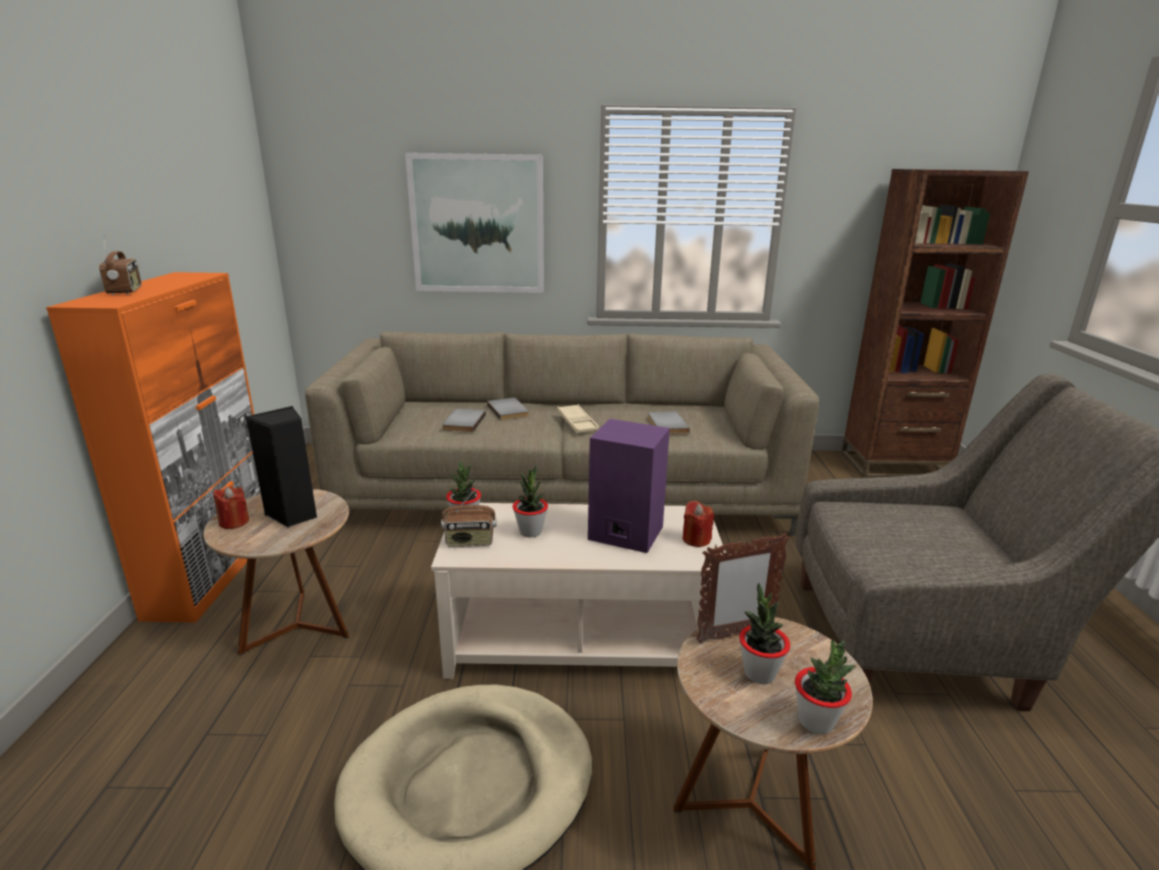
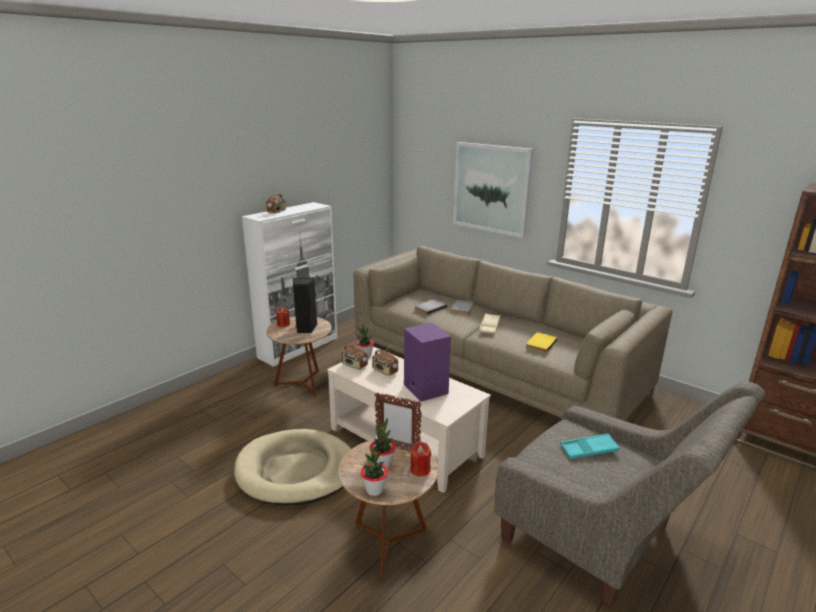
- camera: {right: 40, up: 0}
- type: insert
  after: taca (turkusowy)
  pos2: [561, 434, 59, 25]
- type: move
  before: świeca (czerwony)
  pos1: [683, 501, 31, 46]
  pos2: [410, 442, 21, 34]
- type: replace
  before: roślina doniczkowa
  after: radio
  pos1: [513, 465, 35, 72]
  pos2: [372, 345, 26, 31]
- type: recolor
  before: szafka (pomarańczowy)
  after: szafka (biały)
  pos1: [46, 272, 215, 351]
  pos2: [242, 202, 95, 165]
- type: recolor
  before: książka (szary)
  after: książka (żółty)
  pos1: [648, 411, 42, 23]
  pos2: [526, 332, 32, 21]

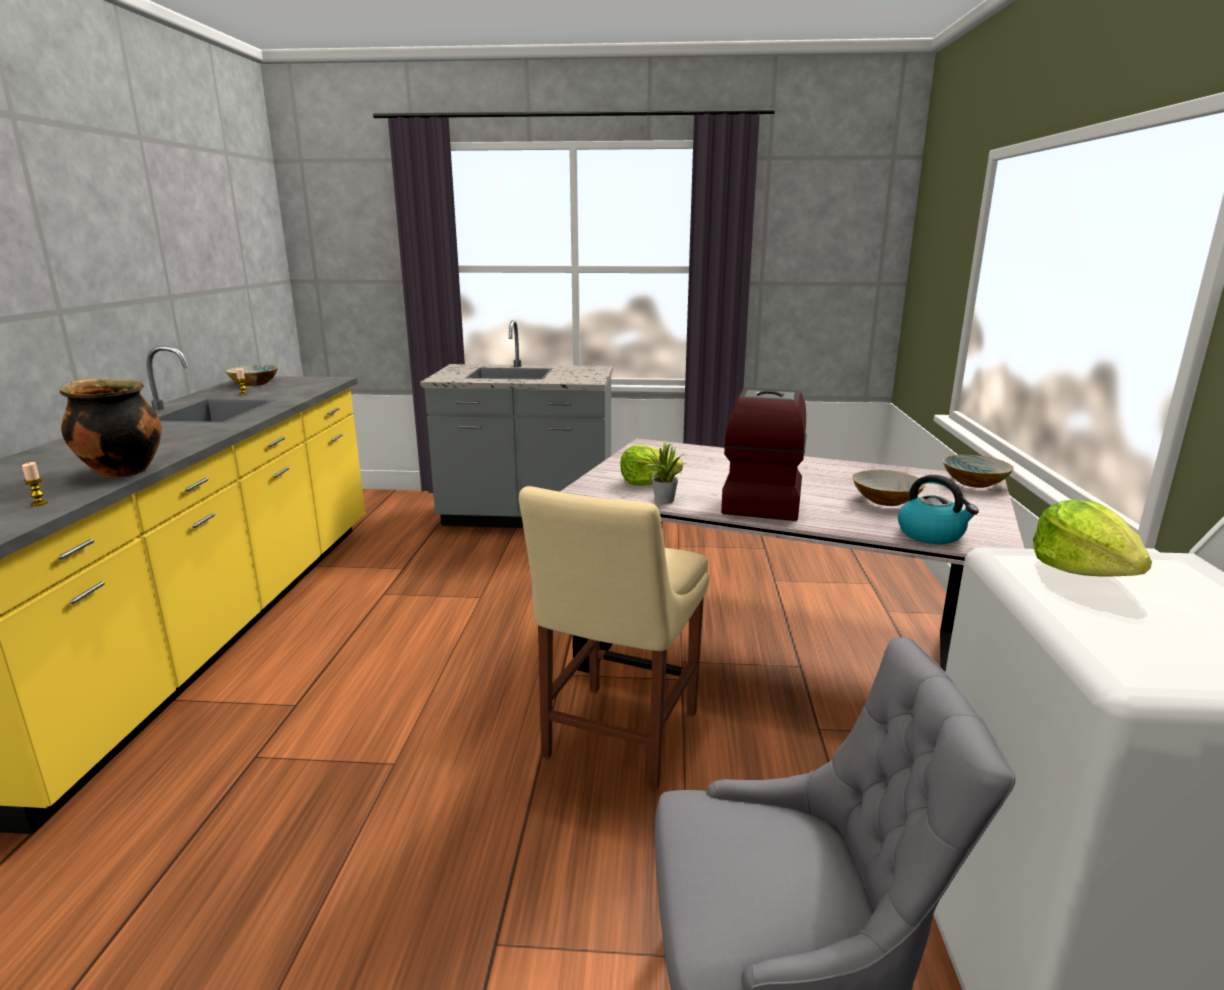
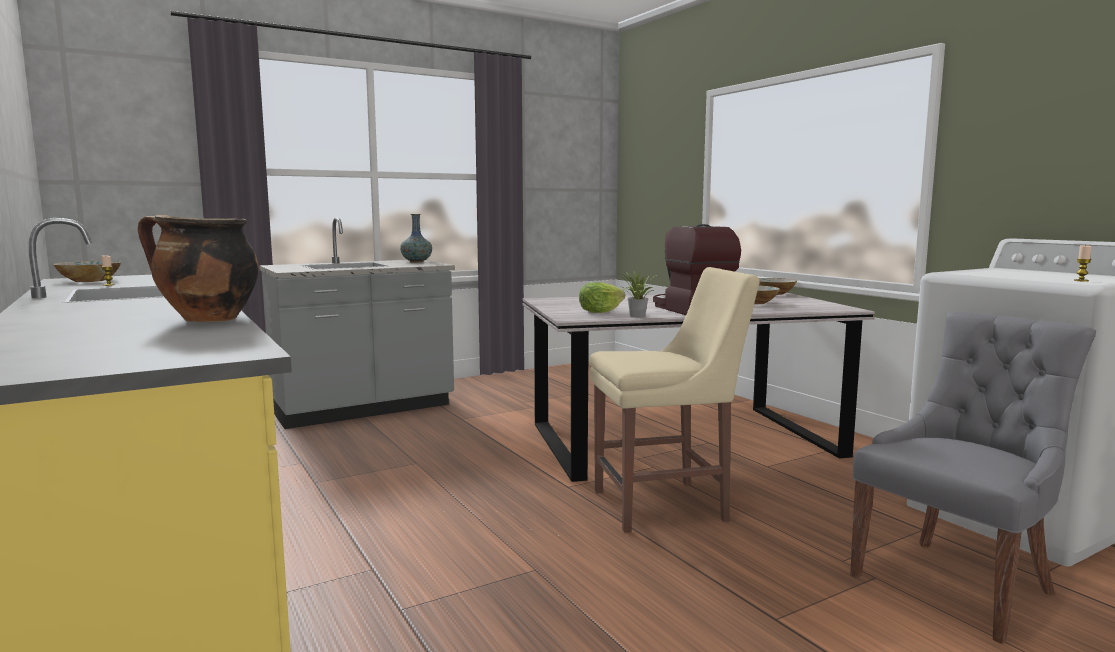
- camera: {right: -35, up: -10}
- type: delete
  before: czajnik
  pos1: [898, 475, 81, 69]
- type: delete
  before: sałata
  pos1: [1033, 500, 119, 76]
- type: insert
  after: wazon
  pos2: [400, 214, 32, 48]
- type: move
  before: świeca
  pos1: [22, 462, 26, 44]
  pos2: [1074, 245, 18, 37]
- type: rotate
  before: krzesło (beżowy)
  pos1: [519, 486, 190, 303]
  pos2: [589, 267, 171, 266]
  turn: -90

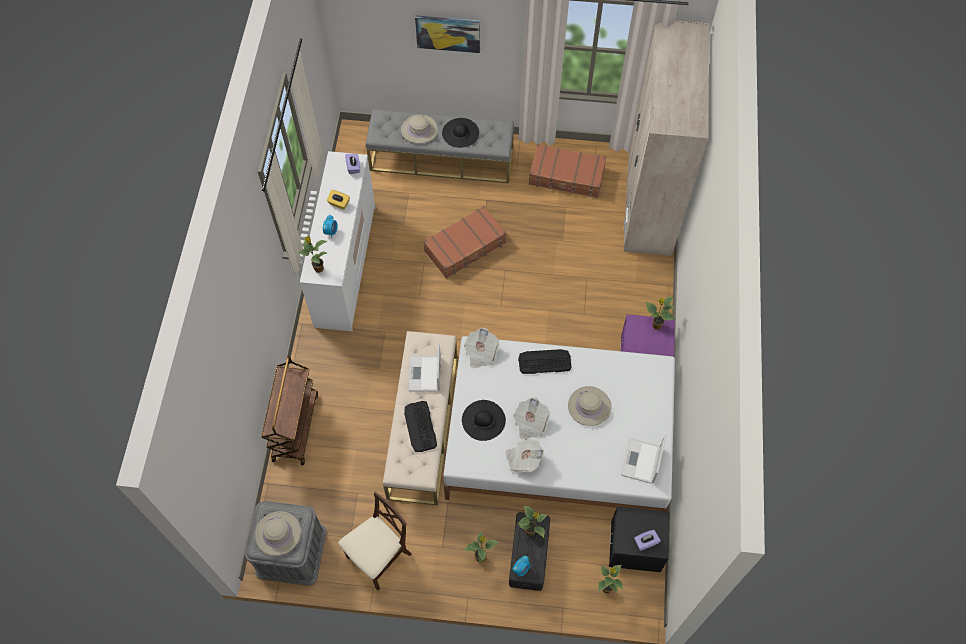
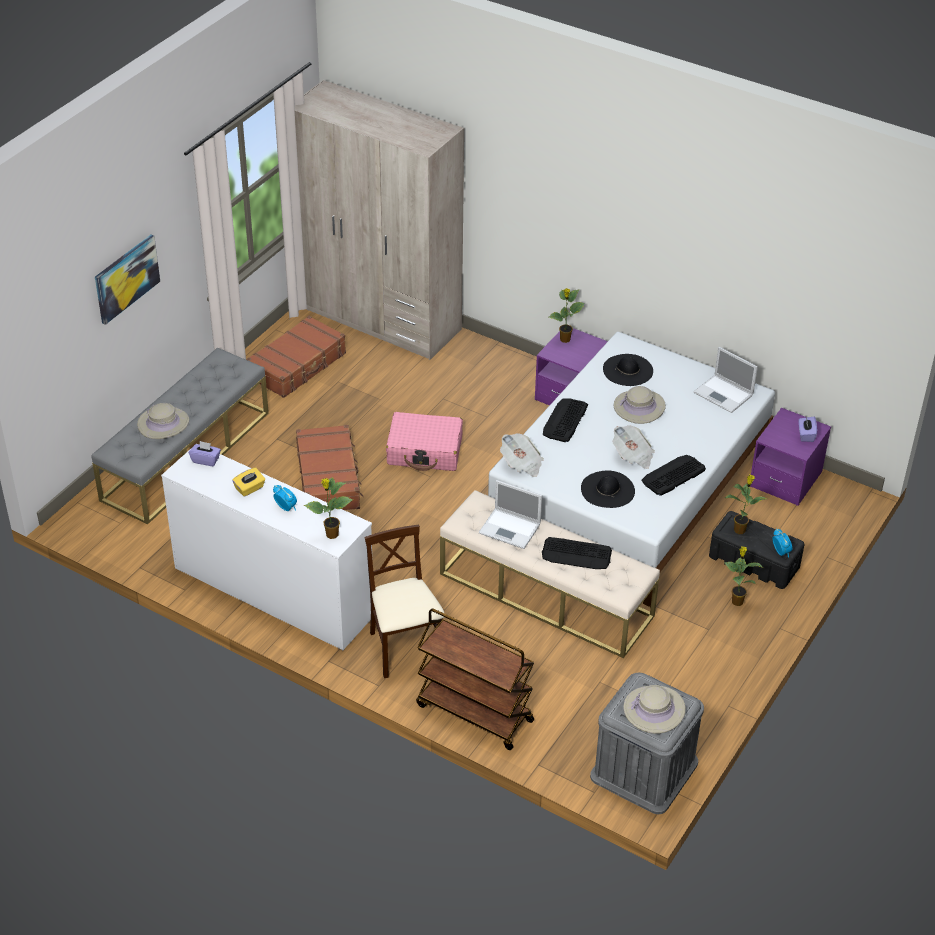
- camera: {right: -65, up: -20}
- type: delete
  before: roślina doniczkowa
  pos1: [598, 564, 25, 29]
- type: insert
  after: walizka (różowy)
  pos2: [386, 412, 77, 59]
- type: move
  before: krzesło (beżowy)
  pos1: [338, 492, 74, 99]
  pos2: [365, 525, 80, 154]
- type: move
  before: kapelusz (czarny)
  pos1: [442, 118, 37, 30]
  pos2: [603, 354, 50, 32]
- type: replace
  before: gazeta
  after: klawiatura
  pos1: [506, 439, 38, 34]
  pos2: [641, 455, 65, 41]
- type: recolor
  before: szafka nocna (czarny)
  after: szafka nocna (fioletowy)
  pos1: [609, 507, 61, 65]
  pos2: [750, 408, 81, 98]

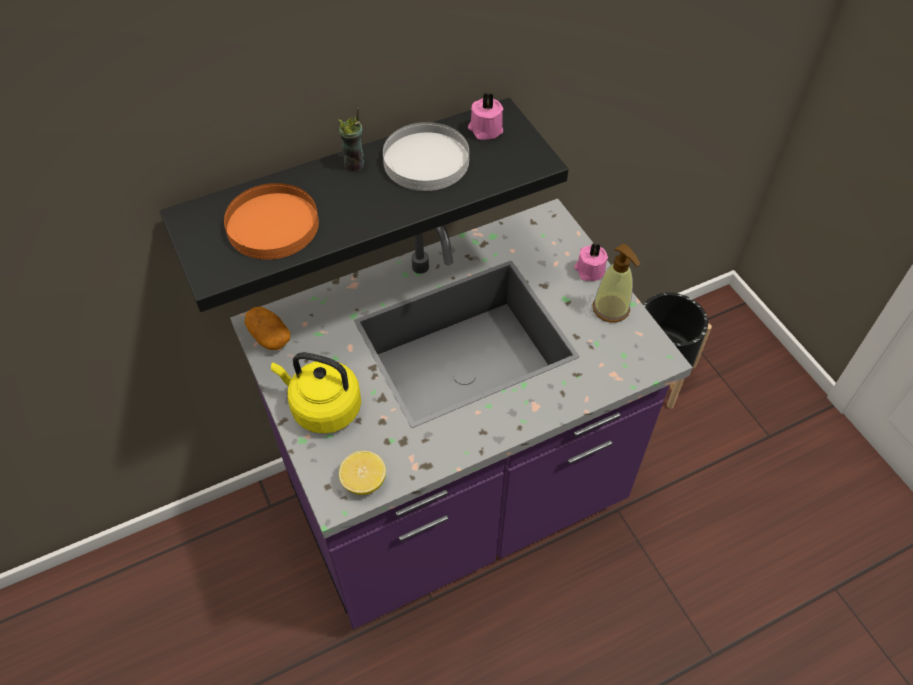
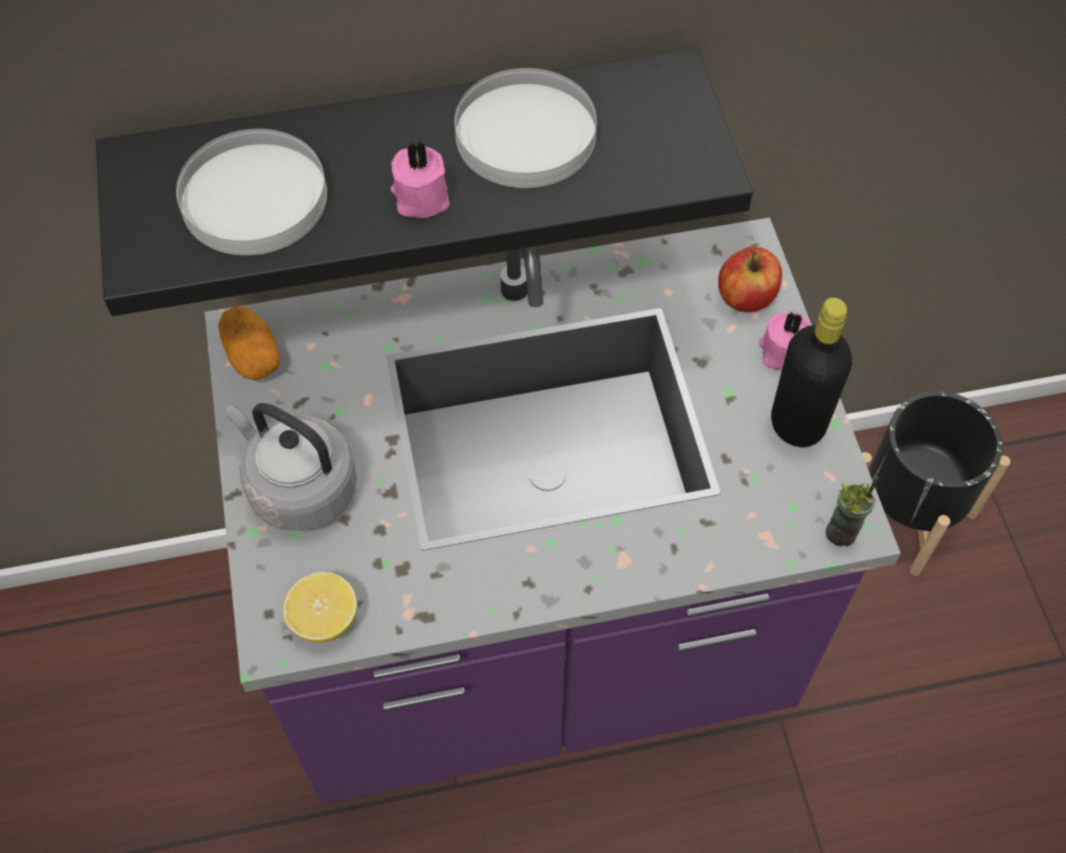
- camera: {right: 15, up: 5}
- type: insert
  after: jabłko
  pos2: [718, 247, 64, 65]
- type: move
  before: filiżanka
  pos1: [339, 108, 25, 63]
  pos2: [826, 477, 52, 70]
- type: move
  before: świeca (różowy)
  pos1: [468, 92, 35, 48]
  pos2: [391, 141, 59, 77]
- type: replace
  before: dozownik mydła
  after: butelka (czarny)
  pos1: [592, 244, 48, 78]
  pos2: [771, 298, 81, 149]
- type: recolor
  before: talerz (pomarańczowy)
  after: talerz (biały)
  pos1: [224, 183, 95, 77]
  pos2: [176, 129, 151, 126]
- type: recolor
  before: czajnik (żółty)
  after: czajnik (szary)
  pos1: [271, 352, 90, 82]
  pos2: [226, 403, 131, 128]

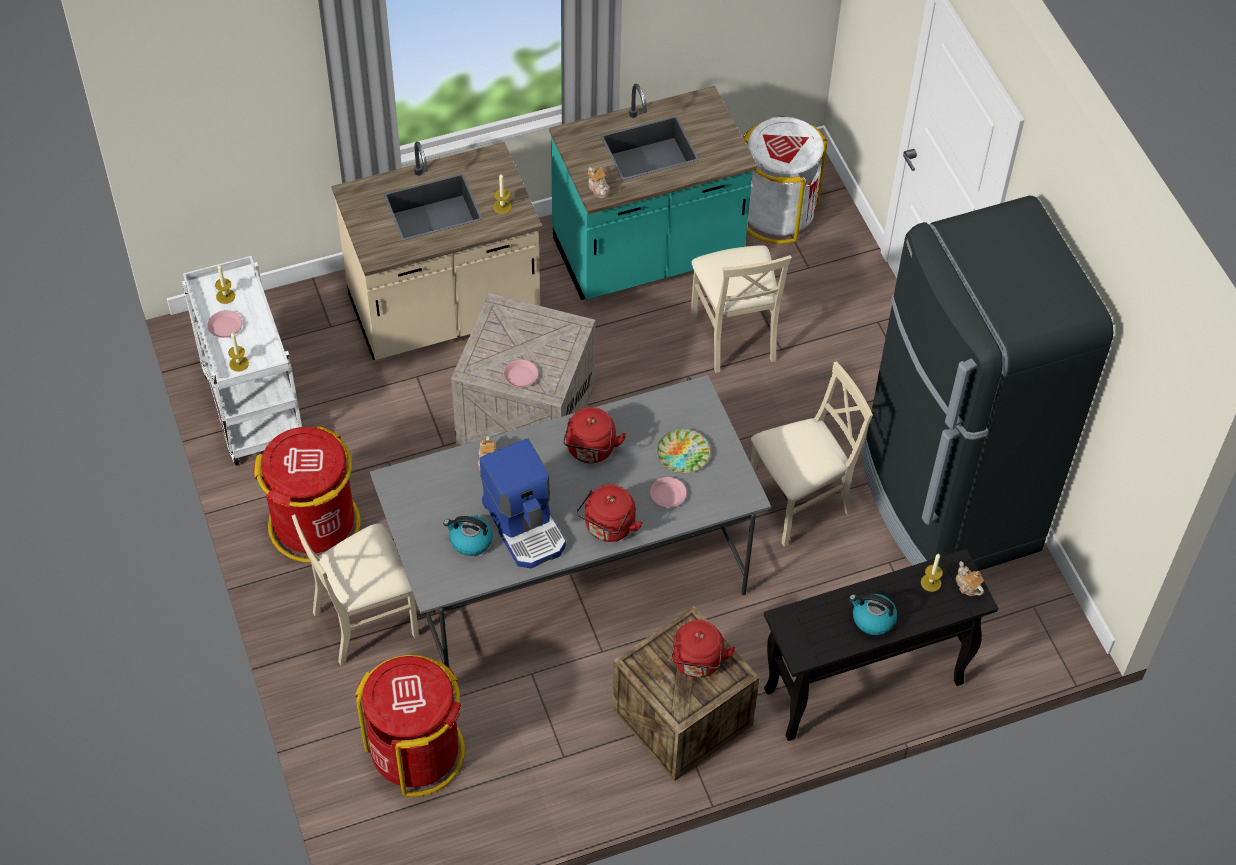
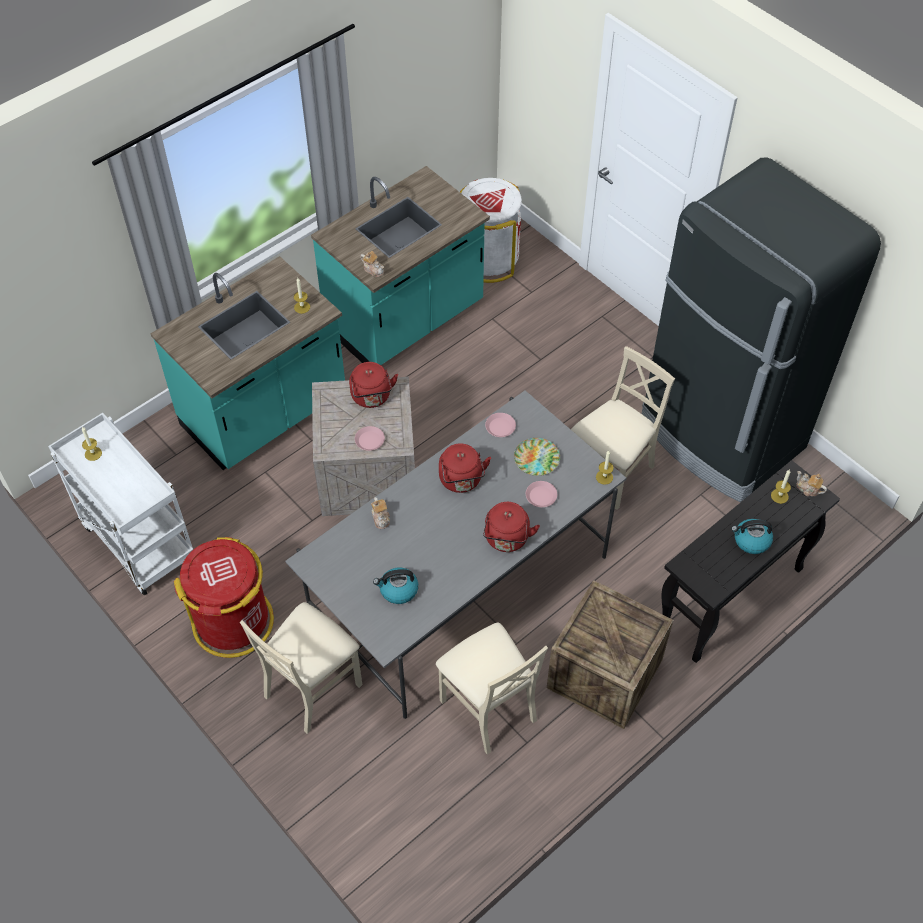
- camera: {right: -20, up: 0}
- type: delete
  before: kosz na śmieci (czerwony)
  pos1: [355, 655, 110, 142]
- type: delete
  before: ekspres do kawy
  pos1: [480, 438, 86, 130]
- type: move
  before: talerz (różowy)
  pos1: [207, 310, 35, 28]
  pos2: [485, 413, 31, 24]
- type: move
  before: świeca
  pos1: [228, 332, 21, 40]
  pos2: [596, 451, 18, 34]
- type: move
  before: czajnik (czerwony)
  pos1: [671, 620, 65, 58]
  pos2: [349, 362, 49, 46]
- type: move
  before: krzesło (beżowy)
  pos1: [691, 245, 101, 128]
  pos2: [436, 622, 112, 133]
- type: recolor
  before: zabudowa kuchenna (beżowy)
  after: zabudowa kuchenna (turkusowy)
  pos1: [332, 142, 210, 218]
  pos2: [151, 256, 194, 214]

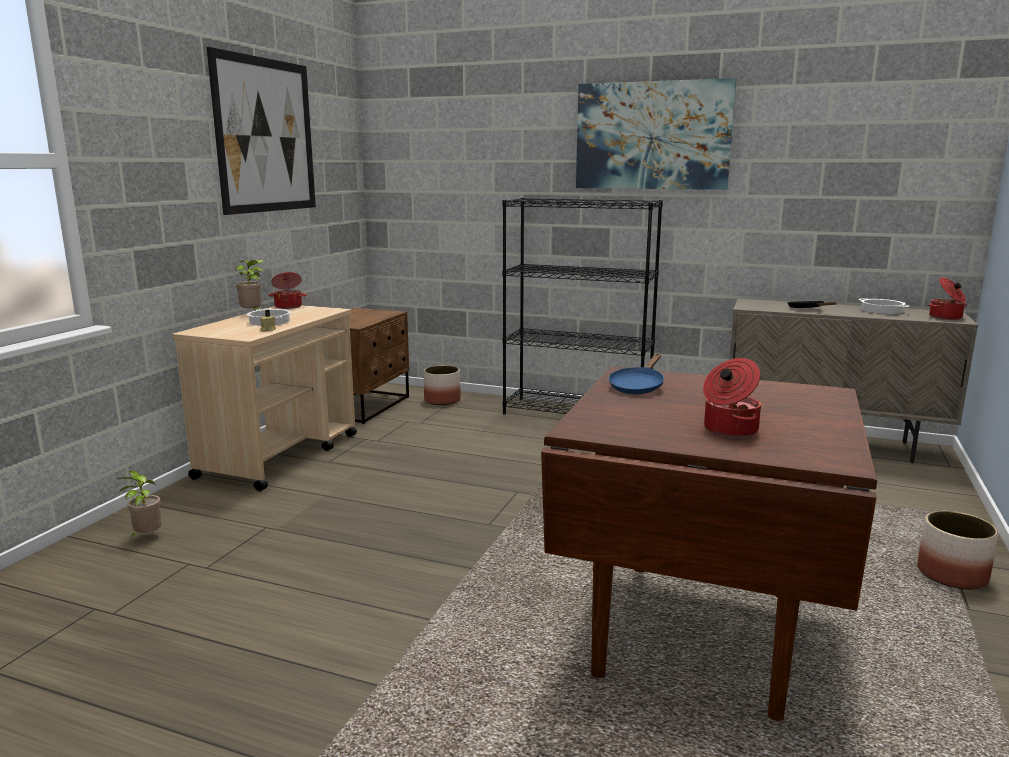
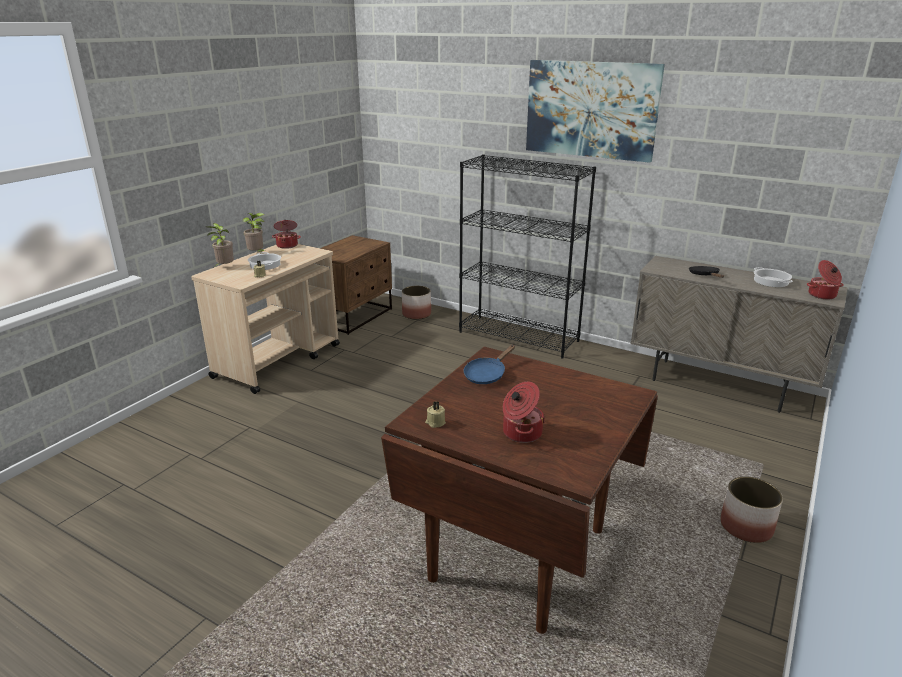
- camera: {right: 10, up: 10}
- type: delete
  before: obraz
  pos1: [207, 47, 109, 168]
- type: insert
  after: świeca (beżowy)
  pos2: [425, 401, 21, 27]
- type: move
  before: roślina doniczkowa
  pos1: [116, 471, 46, 67]
  pos2: [206, 223, 28, 43]

